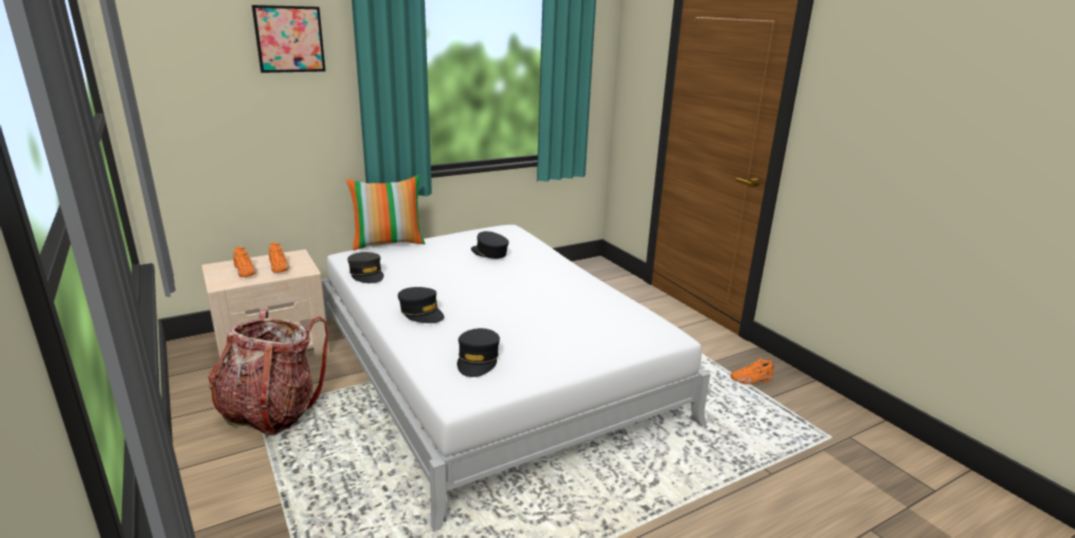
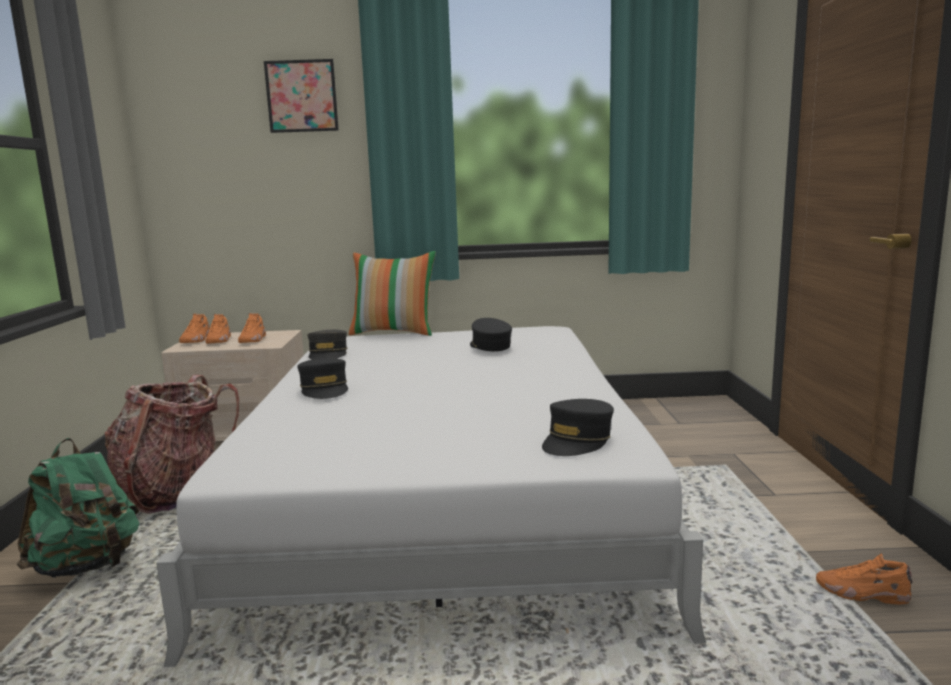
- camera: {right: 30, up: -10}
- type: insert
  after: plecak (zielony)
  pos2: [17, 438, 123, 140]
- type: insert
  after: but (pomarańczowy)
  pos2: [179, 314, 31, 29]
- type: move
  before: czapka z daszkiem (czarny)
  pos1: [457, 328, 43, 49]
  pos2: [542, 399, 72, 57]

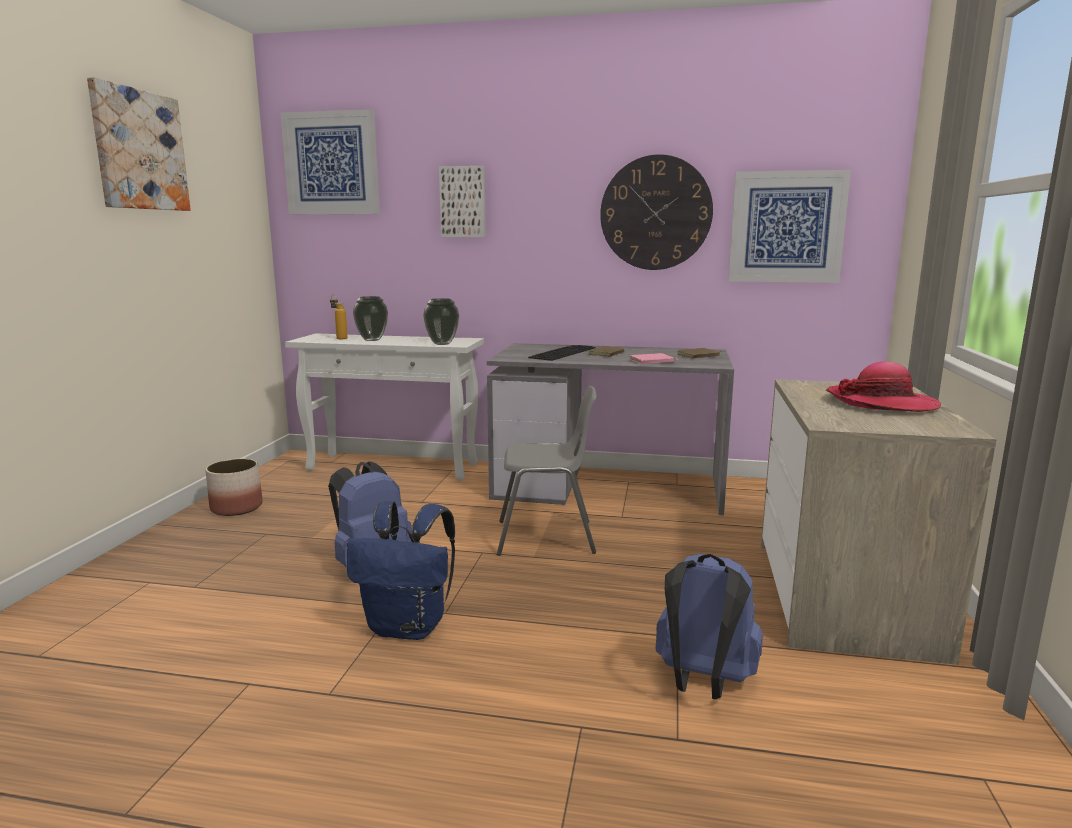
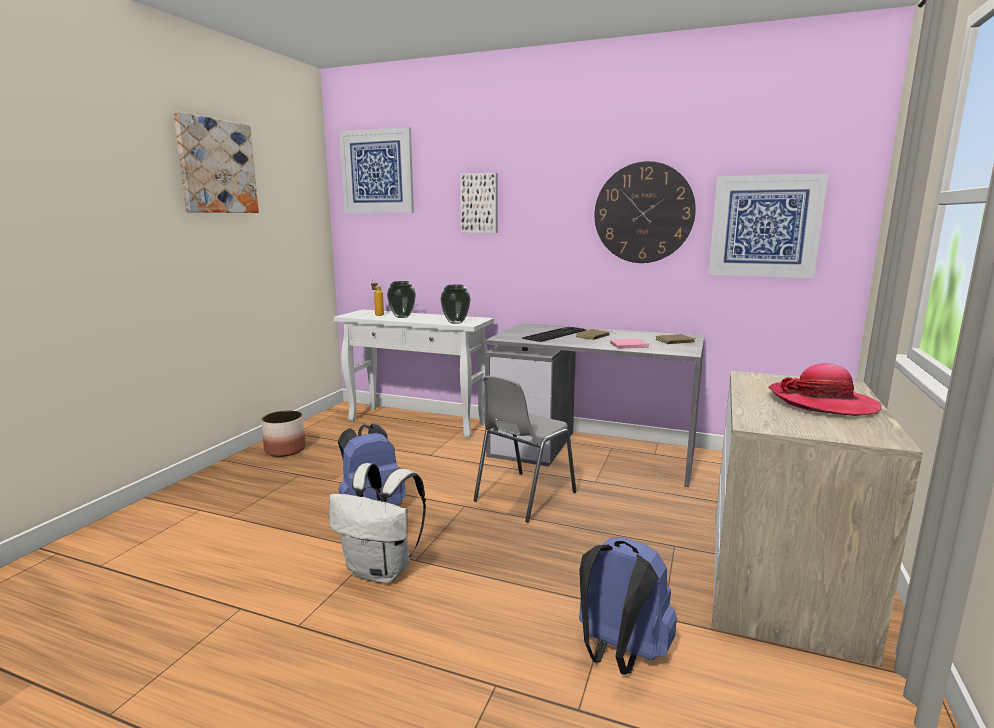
- camera: {right: 10, up: 0}
- type: recolor
  before: plecak (niebieski)
  after: plecak (biały)
  pos1: [347, 501, 108, 139]
  pos2: [329, 463, 97, 120]
- type: rotate
  before: krzesło (szary)
  pos1: [497, 386, 100, 170]
  pos2: [473, 376, 103, 146]
  turn: 120

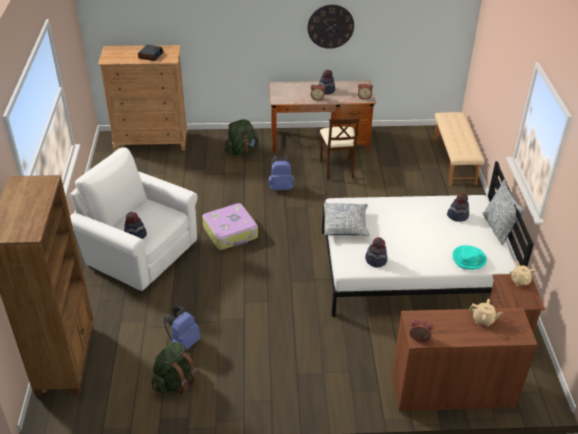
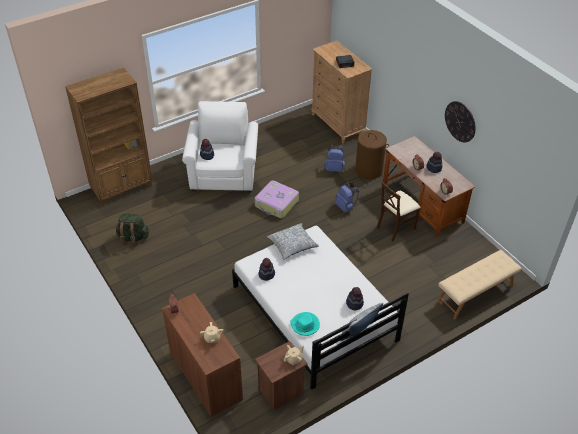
- camera: {right: 60, up: 5}
- type: move
  before: plecak (niebieski)
  pos1: [163, 306, 38, 44]
  pos2: [325, 144, 20, 28]
- type: replace
  before: plecak (zielony)
  after: kosz na pranie (brązowy)
  pos1: [225, 119, 34, 37]
  pos2: [355, 130, 34, 49]

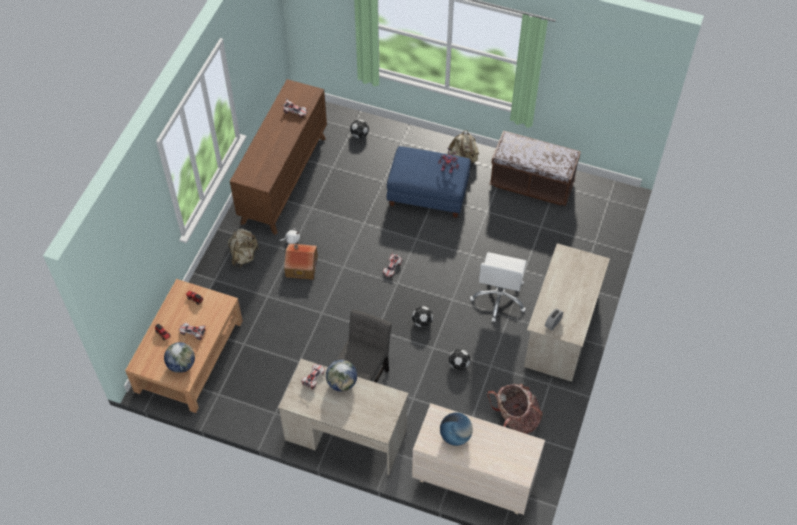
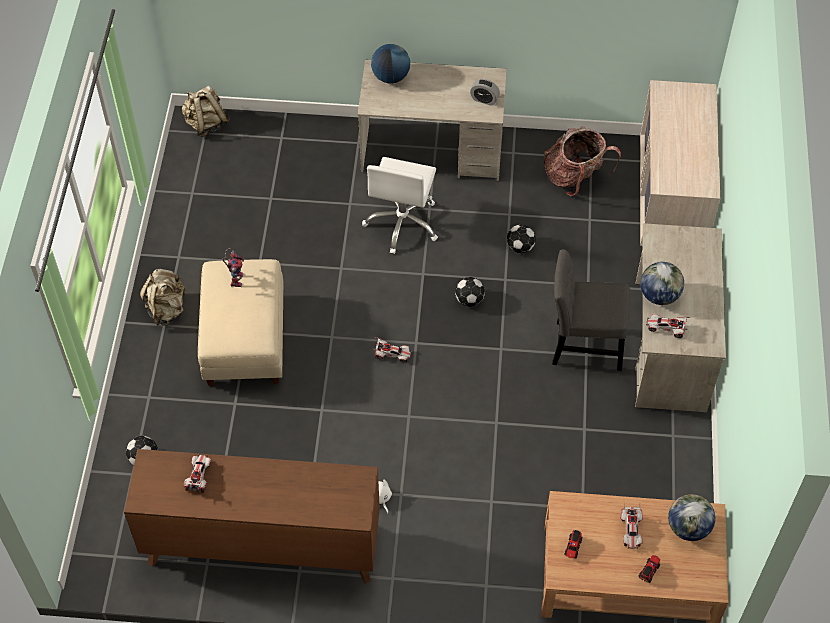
- camera: {right: -105, up: 0}
- type: delete
  before: domek
  pos1: [284, 244, 34, 36]
- type: delete
  before: ławka (brązowy)
  pos1: [489, 130, 92, 76]
- type: move
  before: plecak (beżowy)
  pos1: [228, 229, 32, 38]
  pos2: [182, 86, 48, 51]
- type: move
  before: globus
  pos1: [440, 413, 33, 33]
  pos2: [371, 44, 39, 39]
- type: recolor
  before: pufa (niebieski)
  after: pufa (beżowy)
  pos1: [387, 146, 84, 72]
  pos2: [198, 259, 85, 127]
- type: rotate
  before: krzesło biurowe (biały)
  pos1: [470, 252, 57, 69]
  pos2: [362, 157, 76, 97]
  turn: 105

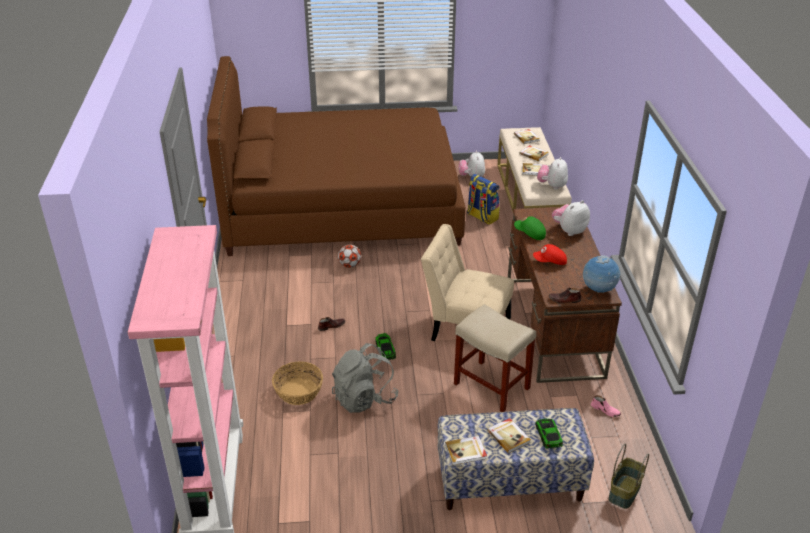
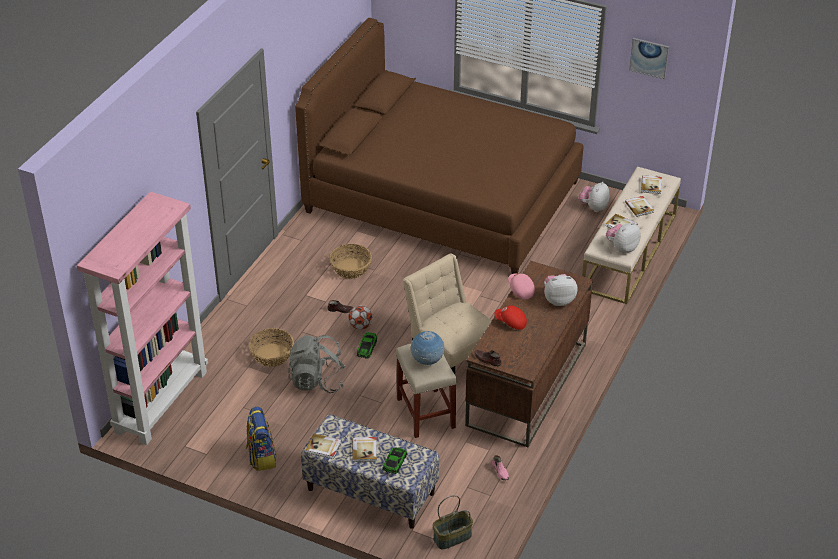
- camera: {right: 30, up: 5}
- type: insert
  after: koszyk
  pos2: [330, 244, 42, 35]
- type: insert
  after: obraz
  pos2: [629, 38, 40, 41]
- type: move
  before: piłka futbolowa
  pos1: [338, 245, 23, 23]
  pos2: [348, 306, 25, 24]
- type: move
  before: plecak
  pos1: [467, 174, 33, 51]
  pos2: [246, 407, 31, 64]
- type: move
  before: globus
  pos1: [583, 255, 38, 38]
  pos2: [410, 331, 34, 34]
- type: recolor
  before: czapka z daszkiem (zielony)
  after: czapka z daszkiem (różowy)
  pos1: [514, 216, 32, 24]
  pos2: [508, 273, 27, 26]

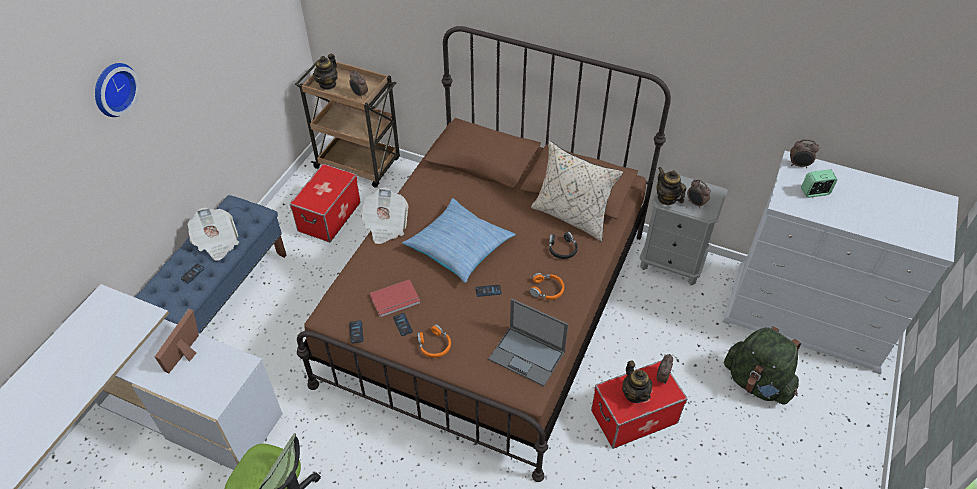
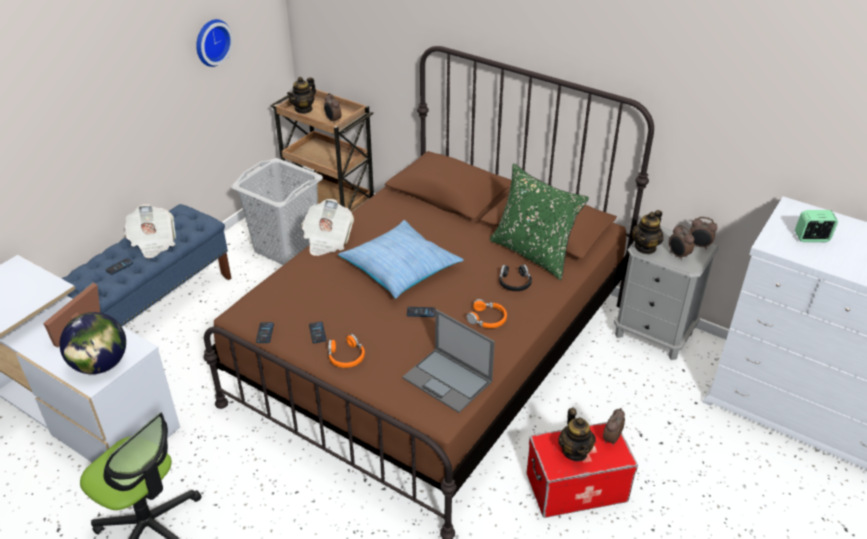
- camera: {right: 10, up: -10}
- type: delete
  before: książka (czerwony)
  pos1: [369, 279, 52, 39]
- type: delete
  before: plecak (zielony)
  pos1: [724, 326, 77, 79]
- type: insert
  after: globus
  pos2: [60, 312, 66, 62]
- type: move
  before: zegar ścienny
  pos1: [95, 63, 45, 54]
  pos2: [196, 19, 37, 48]
- type: move
  before: budzik
  pos1: [790, 139, 29, 29]
  pos2: [690, 217, 28, 32]
- type: replace
  before: pojemnik do przechowywania
  after: kosz na pranie (szary)
  pos1: [290, 164, 71, 79]
  pos2: [231, 158, 92, 107]
- type: recolor
  before: poduszka (beżowy)
  after: poduszka (zielony)
  pos1: [531, 141, 92, 100]
  pos2: [490, 163, 99, 117]
- type: rotate
  before: imbryk
  pos1: [656, 167, 30, 38]
  pos2: [632, 210, 32, 44]
  turn: -120

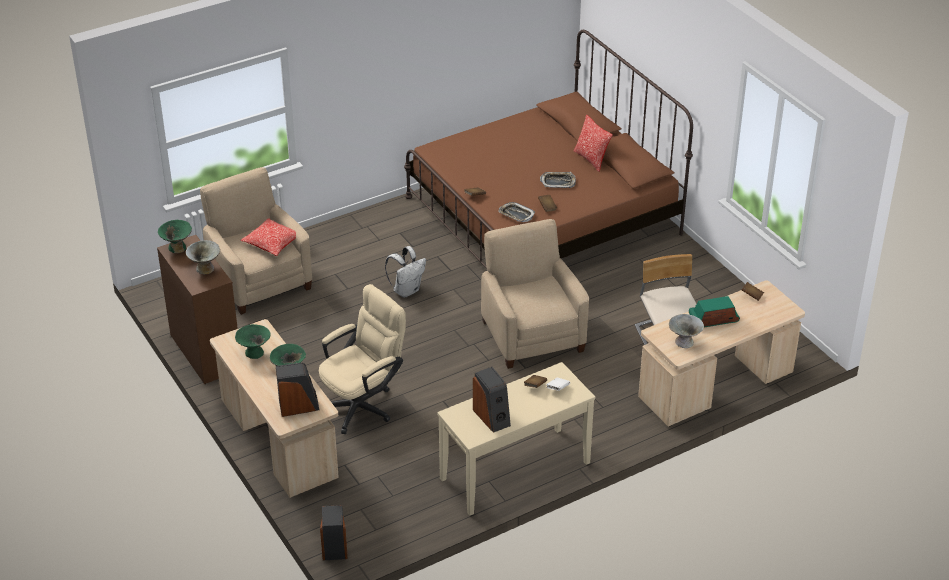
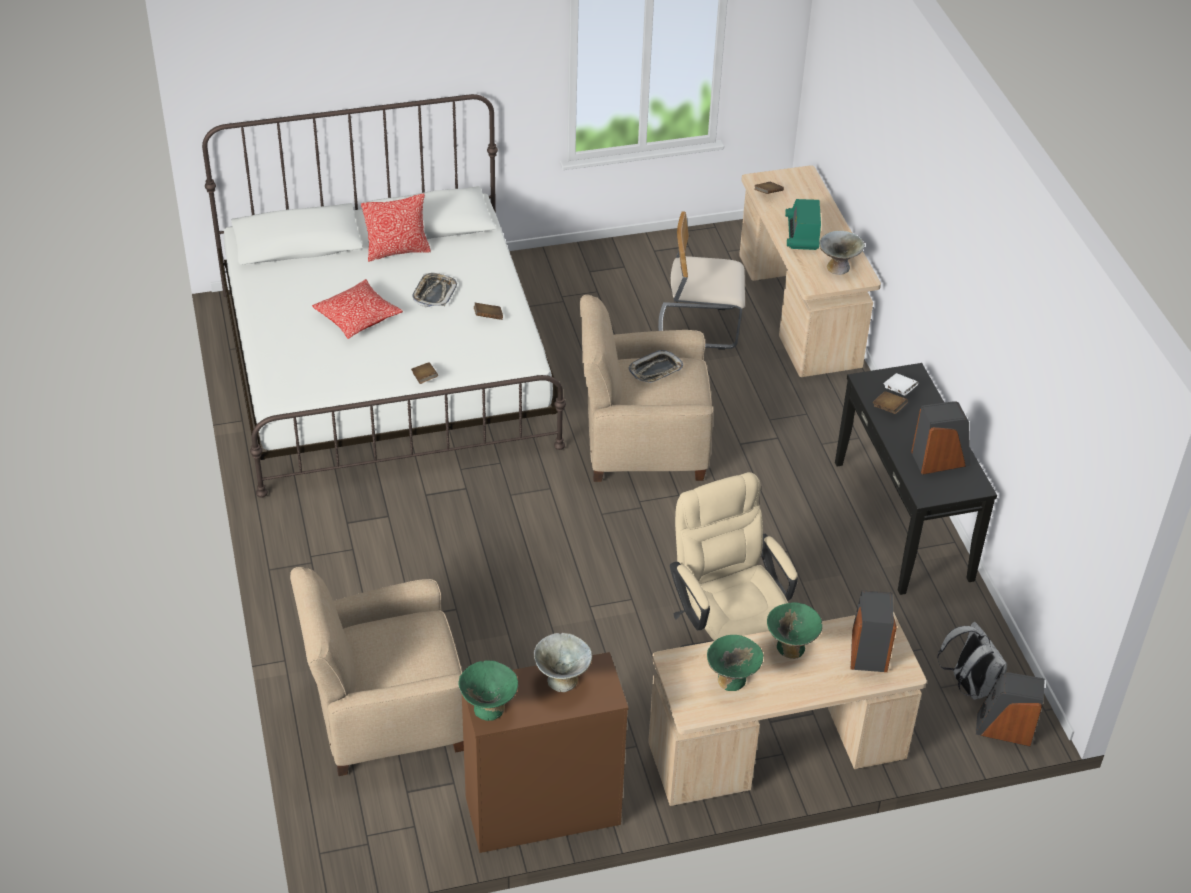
- camera: {right: -75, up: 5}
- type: move
  before: poduszka
  pos1: [240, 218, 56, 38]
  pos2: [312, 279, 91, 60]
- type: move
  before: plecak (biały)
  pos1: [385, 246, 41, 51]
  pos2: [937, 622, 70, 78]
- type: move
  before: taca
  pos1: [498, 202, 37, 20]
  pos2: [628, 350, 55, 33]
- type: recolor
  before: łóżko (brązowy)
  after: łóżko (biały)
  pos1: [404, 30, 289, 239]
  pos2: [202, 94, 364, 404]
- type: recolor
  before: stolik konsolowy (beżowy)
  after: stolik konsolowy (czarny)
  pos1: [437, 362, 158, 154]
  pos2: [835, 363, 162, 232]

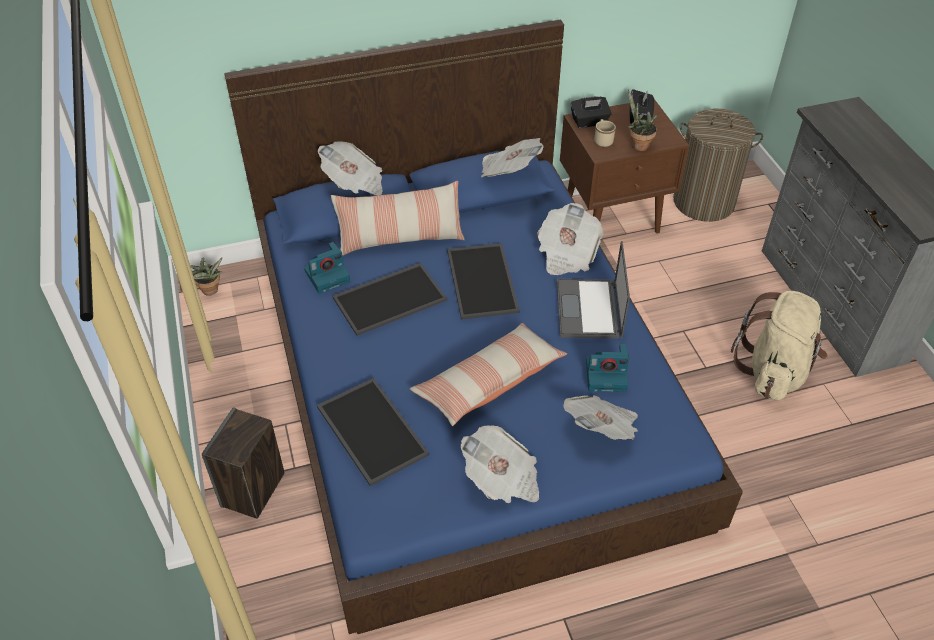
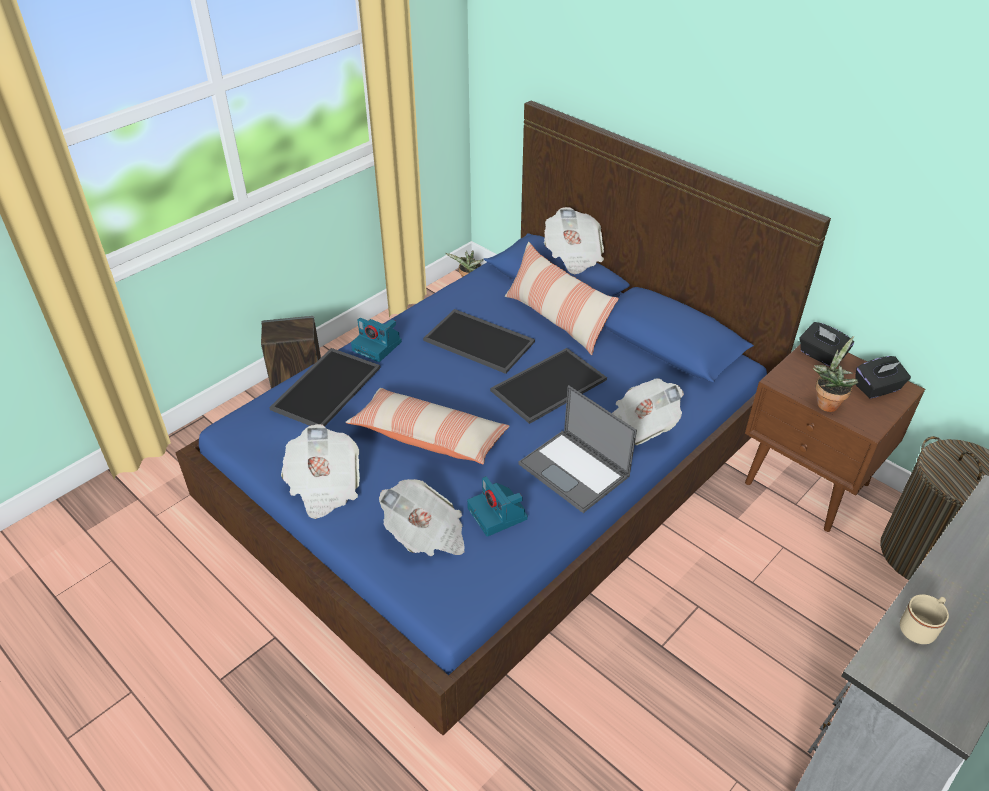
- camera: {right: 60, up: -5}
- type: delete
  before: gazeta
  pos1: [481, 138, 63, 39]
- type: delete
  before: plecak (beżowy)
  pos1: [731, 291, 96, 109]
- type: move
  before: aparat fotograficzny
  pos1: [304, 242, 46, 52]
  pos2: [351, 318, 51, 44]
- type: move
  before: kubek (beżowy)
  pos1: [594, 119, 22, 28]
  pos2: [900, 594, 49, 50]
- type: rotate
  before: laptop
  pos1: [557, 241, 73, 98]
  pos2: [519, 385, 118, 128]
  turn: -105

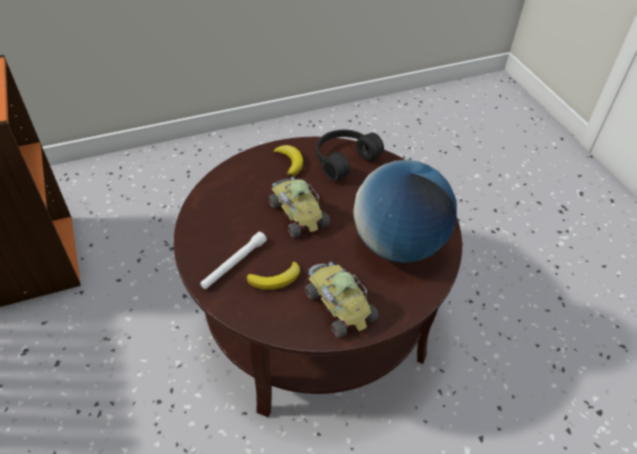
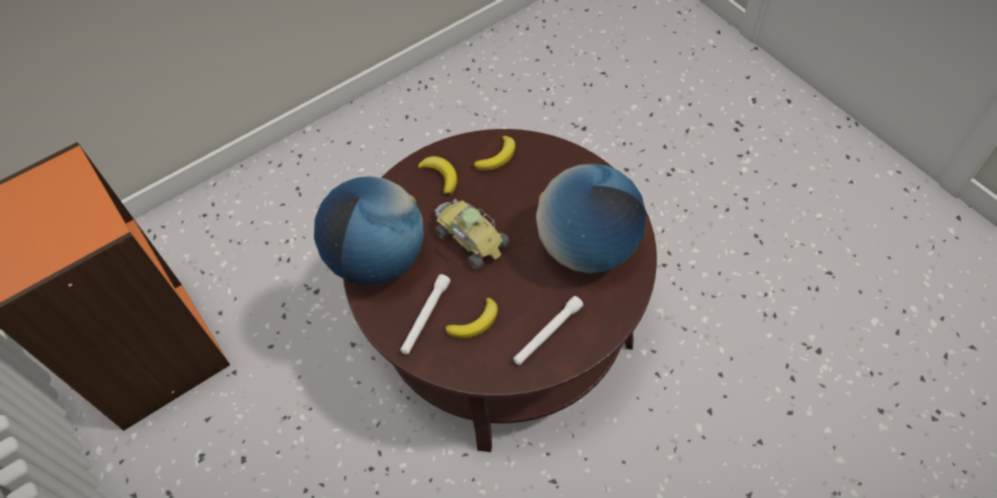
- camera: {right: -10, up: 10}
- type: insert
  after: globus
  pos2: [314, 176, 110, 110]
- type: replace
  before: samochodzik
  after: latarka (biały)
  pos1: [305, 262, 74, 76]
  pos2: [513, 296, 70, 69]
- type: replace
  before: słuchawki (czarny)
  after: banan
  pos1: [316, 130, 68, 51]
  pos2: [474, 136, 42, 35]

